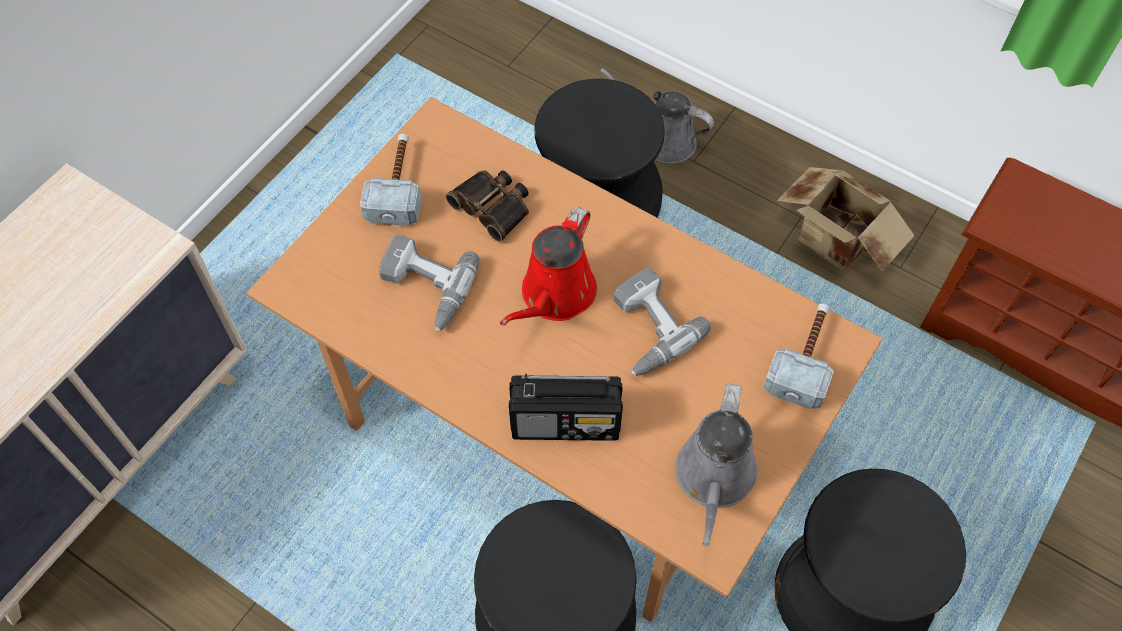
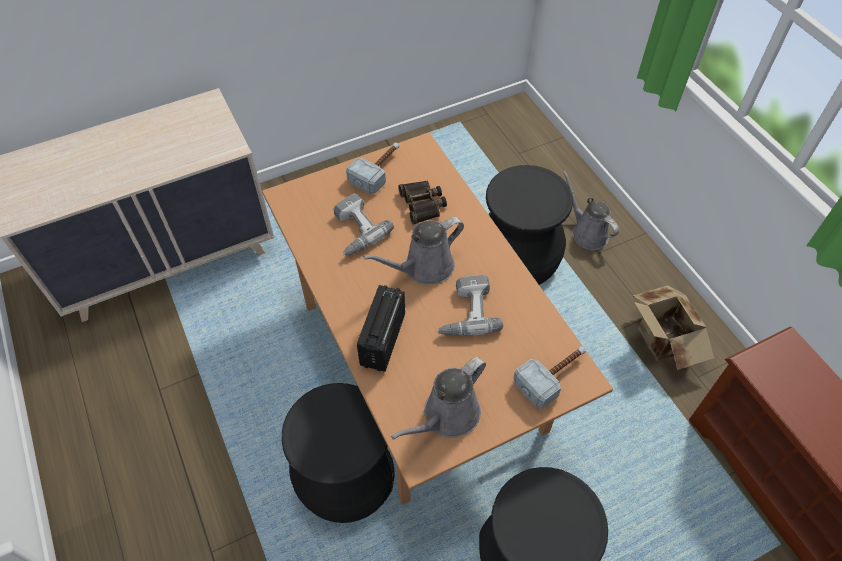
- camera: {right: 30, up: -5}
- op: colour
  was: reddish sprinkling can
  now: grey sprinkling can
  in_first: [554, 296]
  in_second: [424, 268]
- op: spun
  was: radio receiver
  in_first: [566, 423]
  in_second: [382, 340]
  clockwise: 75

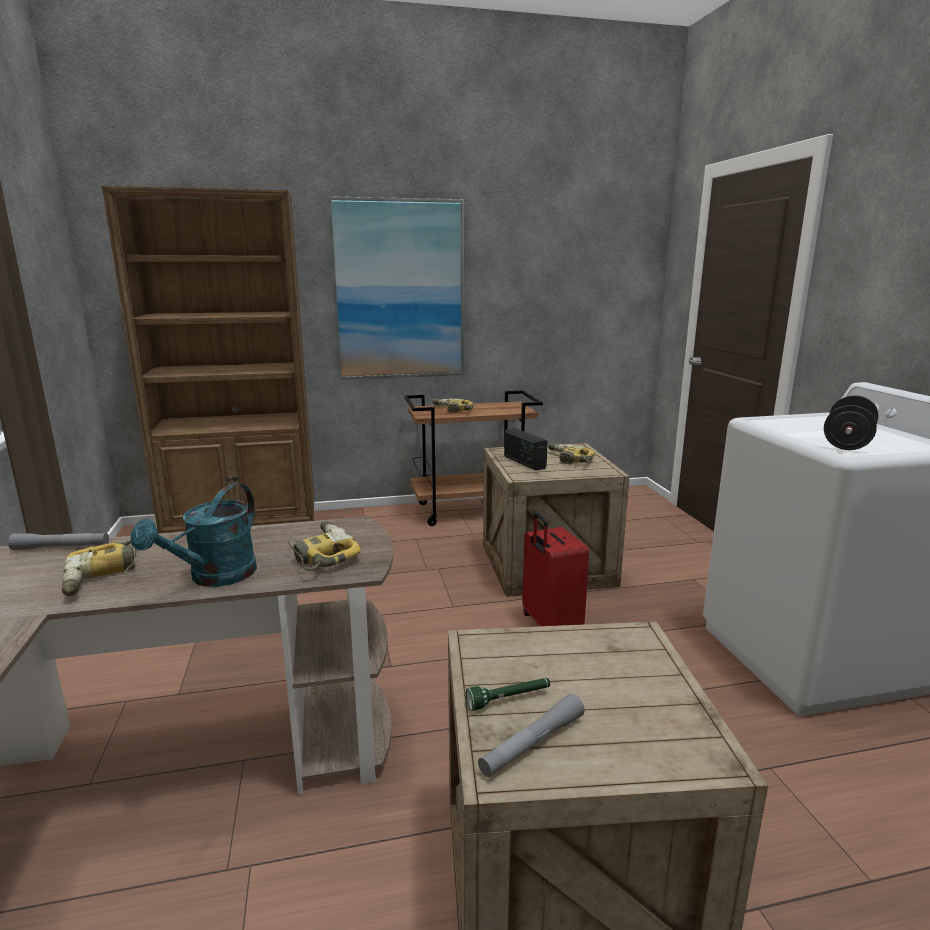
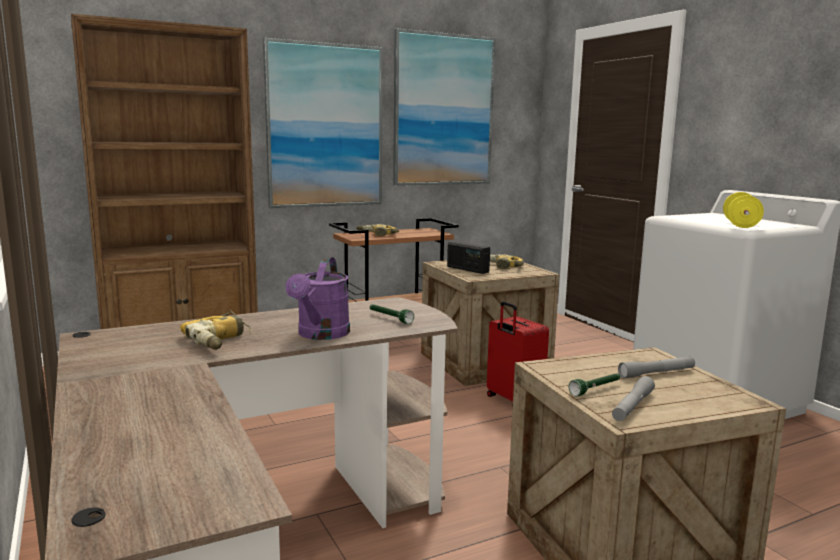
- camera: {right: -15, up: -5}
- op: colour
  was: black-coloured hand weight
  now: yellow hand weight
  in_first: [847, 442]
  in_second: [740, 225]
- op: colour
  was: blue-green sprinkling can
  now: purple-coloured sprinkling can
  in_first: [214, 577]
  in_second: [321, 335]
- op: exchanged
  was: power drill
  now: green hand torch
  in_first: [320, 554]
  in_second: [389, 318]
- op: relocated
  was: grey hand torch
  in_first: [61, 548]
  in_second: [656, 373]
- op: appeared
  now: picture
  in_second: [443, 110]

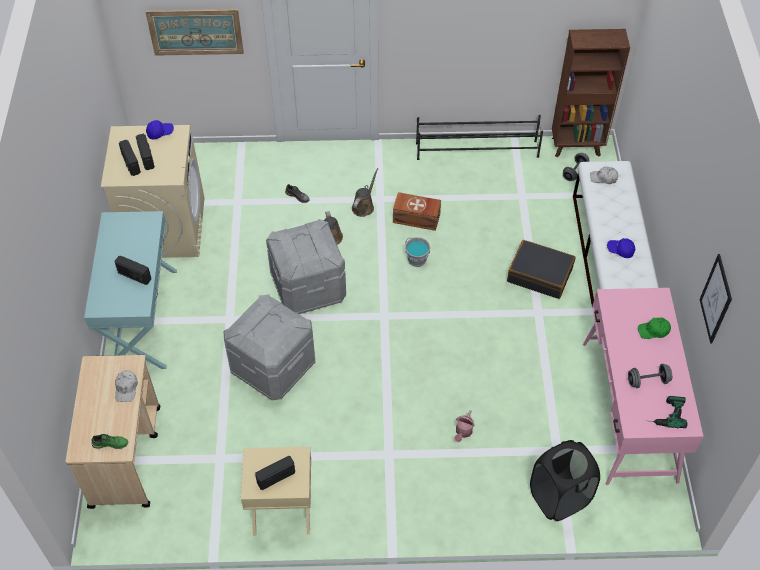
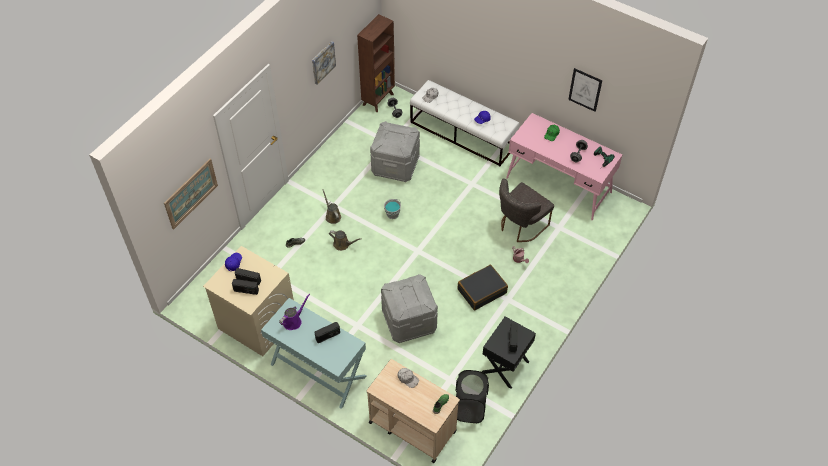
- camera: {right: -55, up: 0}
- op: missing
  was: black-coloured shoe shelf
  in_first: [477, 150]
- op: missing
  was: brownish storage box
  in_first: [417, 219]
- op: relocated
  was: grey storage box
  in_first: [309, 288]
  in_second: [396, 166]
- op: relocated
  was: black-coloured piece of luggage
  in_first: [540, 275]
  in_second: [481, 291]
- op: relocated
  was: black-coloured hamper
  in_first: [559, 498]
  in_second: [470, 408]
- op: colour
  was: beige night table
  now: black-coloured night table
  in_first: [282, 511]
  in_second: [506, 367]
- op: appeared
  now: picture
  in_second: [323, 62]
- op: appeared
  now: grey plain chair
  in_second: [520, 226]
- op: appeared
  now: purple-coloured sprinkling can
  in_second: [293, 321]

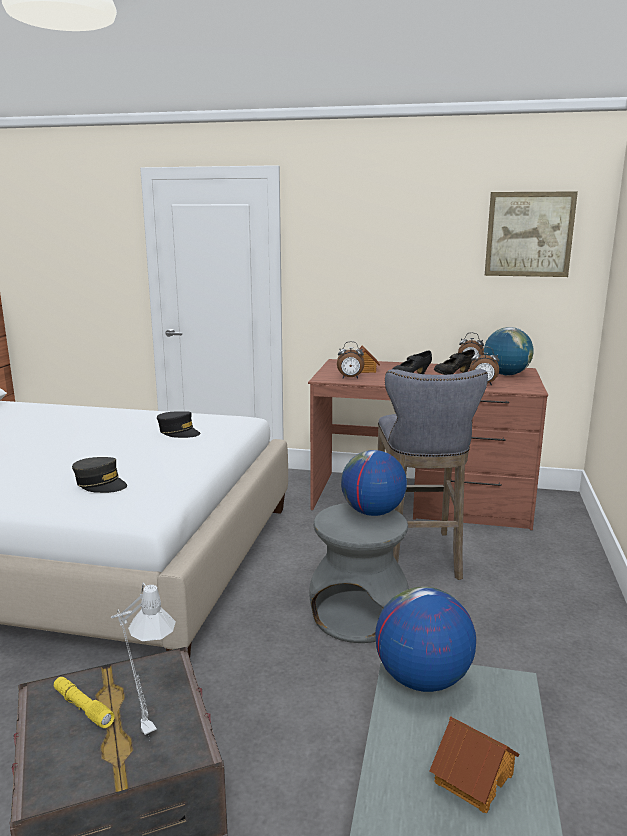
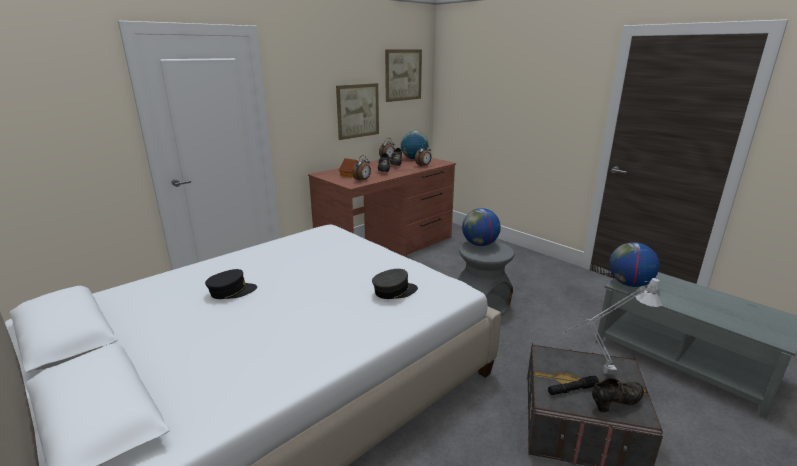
- camera: {right: -55, up: 5}
- op: missing
  was: grey stool seat
  in_first: [418, 558]
- op: relocated
  was: black-coloured baseball cap
  in_first: [178, 432]
  in_second: [232, 291]
- op: colour
  was: yellow hand torch
  now: black-coloured hand torch
  in_first: [83, 707]
  in_second: [572, 390]
- op: missing
  was: model house
  in_first: [472, 777]
- op: appeared
  now: picture
  in_second: [358, 111]
- op: appeared
  now: black-coloured shoe
  in_second: [616, 403]

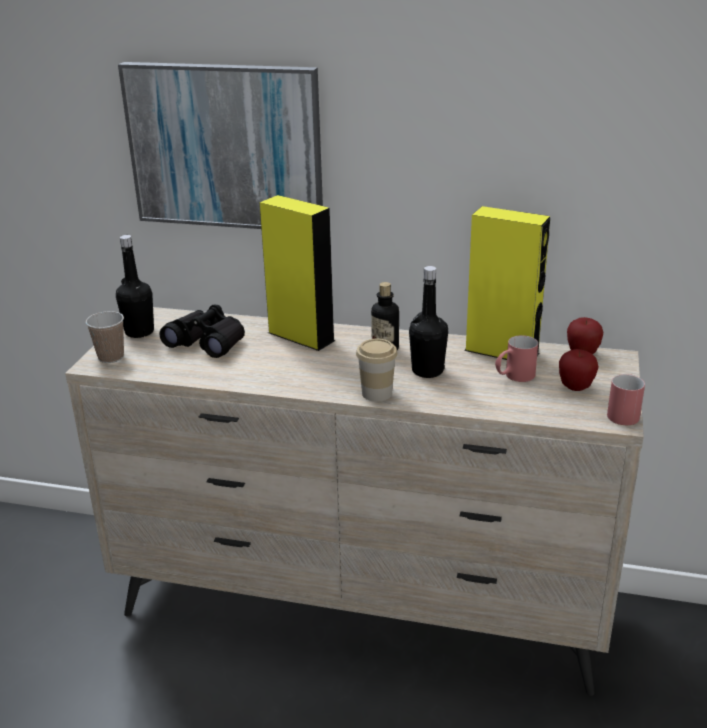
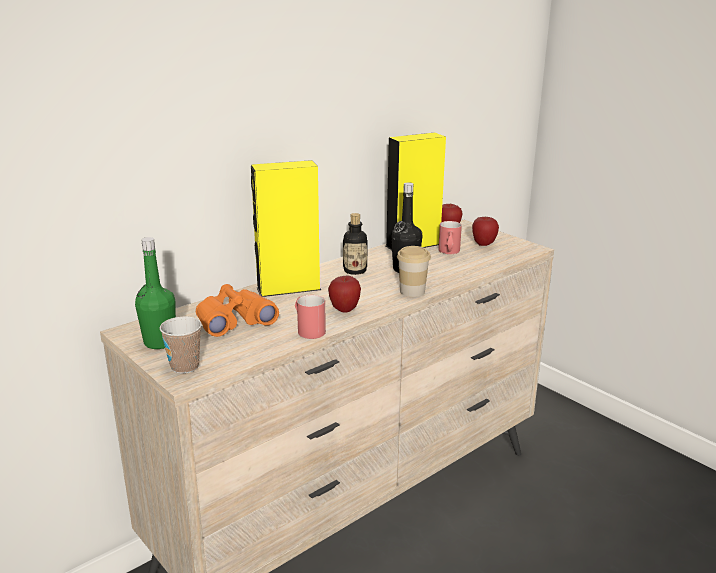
- camera: {right: -55, up: -5}
- op: missing
  was: picture
  in_first: [225, 146]
- op: colour
  was: black-coloured beverage bottle
  now: green beverage bottle
  in_first: [139, 332]
  in_second: [160, 342]
- op: colour
  was: black-coloured binoculars
  now: orange-coloured binoculars
  in_first: [207, 342]
  in_second: [234, 321]
- op: relocated
  was: reddish coffee mug
  in_first: [624, 412]
  in_second: [308, 329]
- op: appeared
  now: apple fruit
  in_second: [344, 309]

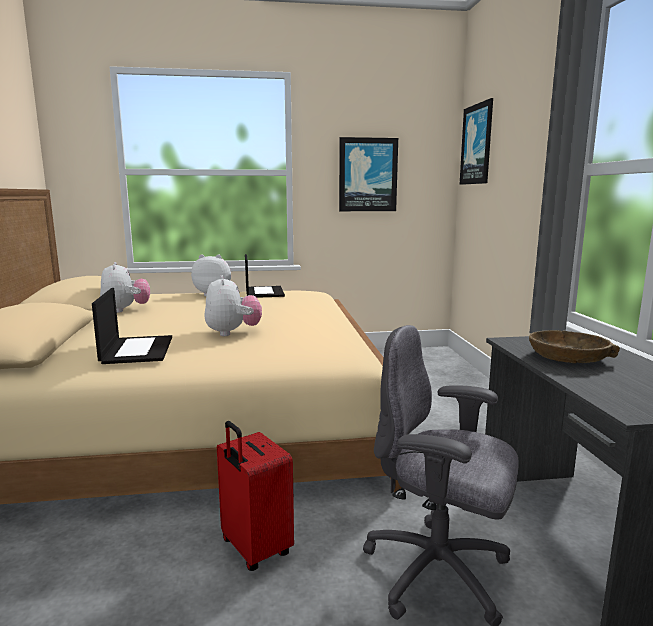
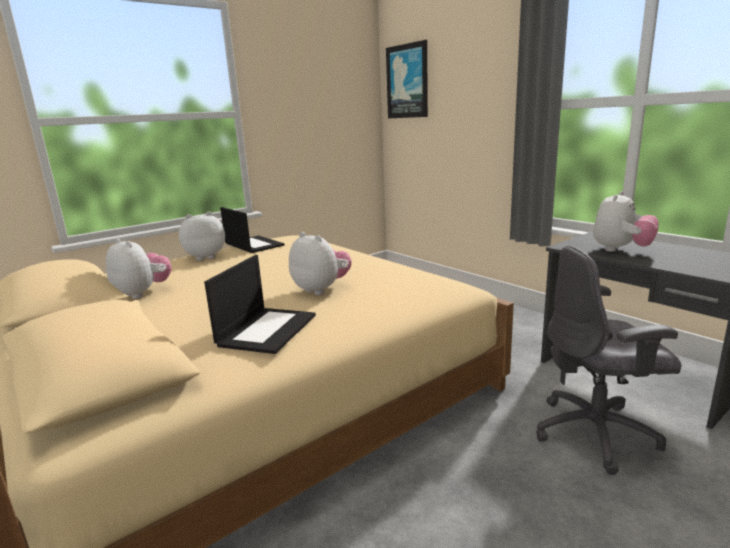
- camera: {right: -30, up: 5}
- op: missing
  was: picture
  in_first: [368, 175]
- op: spun
  was: laptop
  in_first: [137, 350]
  in_second: [267, 329]
  clockwise: 60
- op: exchanged
  was: brownish bowl
  now: soft toy
  in_first: [568, 357]
  in_second: [620, 250]
- op: missing
  was: reddish piece of luggage
  in_first: [254, 549]

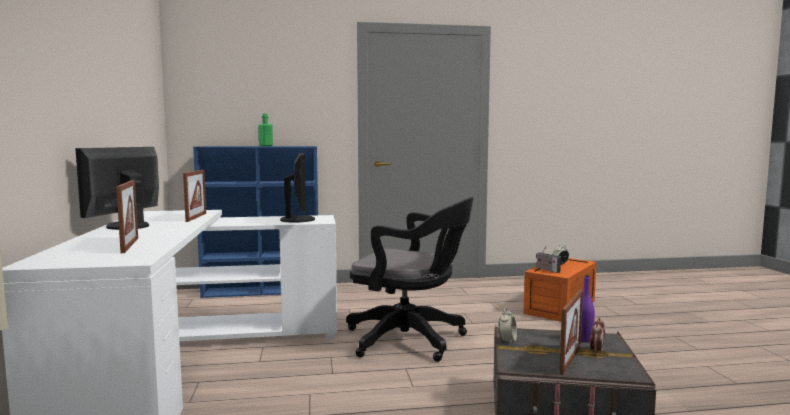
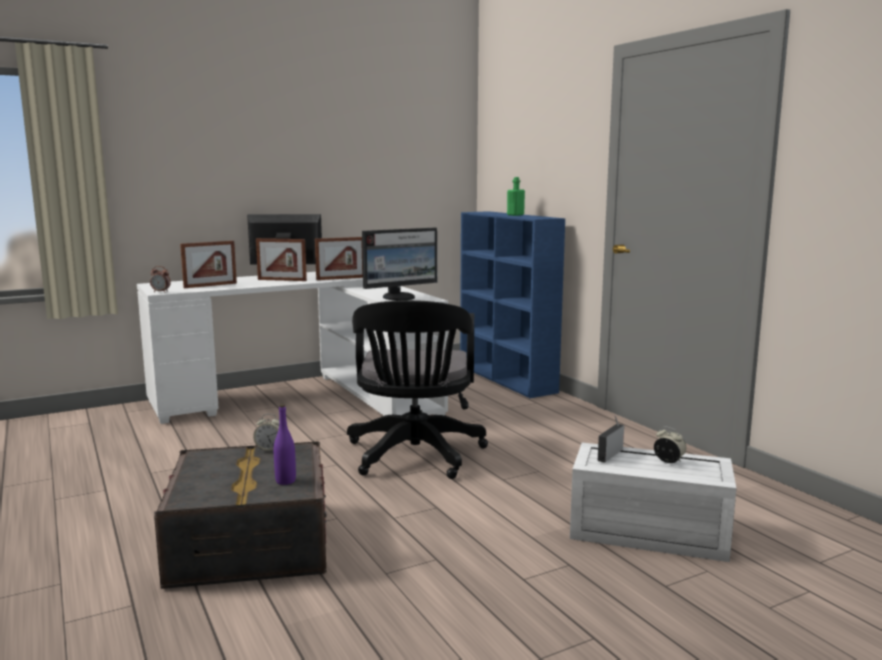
- camera: {right: 70, up: 5}
- op: colour
  was: orange-coloured storage box
  now: whitish storage box
  in_first: [561, 307]
  in_second: [646, 533]
- op: relocated
  was: standing frame
  in_first: [570, 360]
  in_second: [282, 280]
- op: relocated
  was: table clock
  in_first: [596, 351]
  in_second: [161, 292]

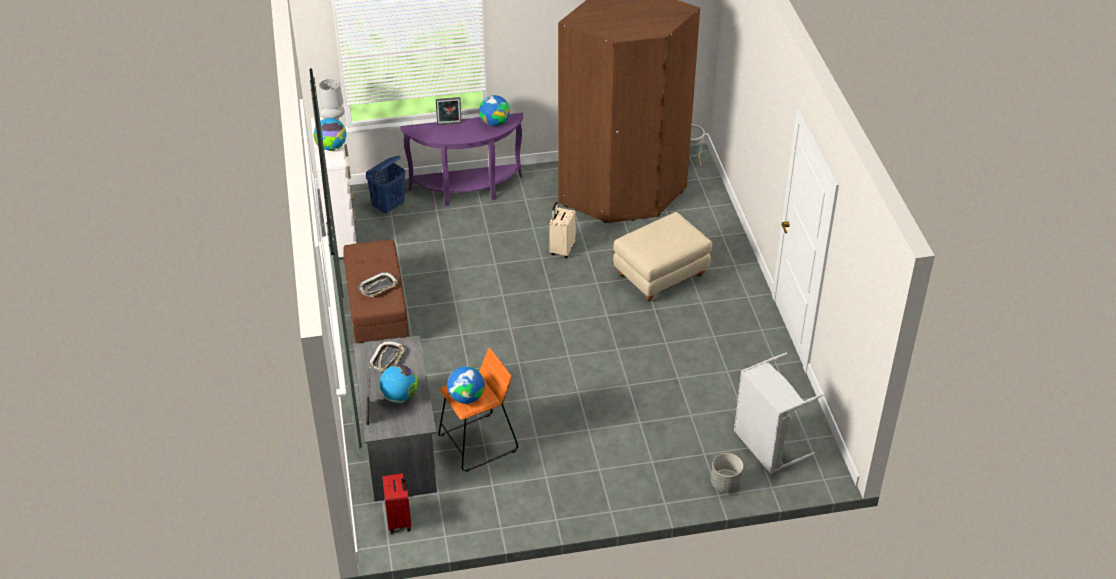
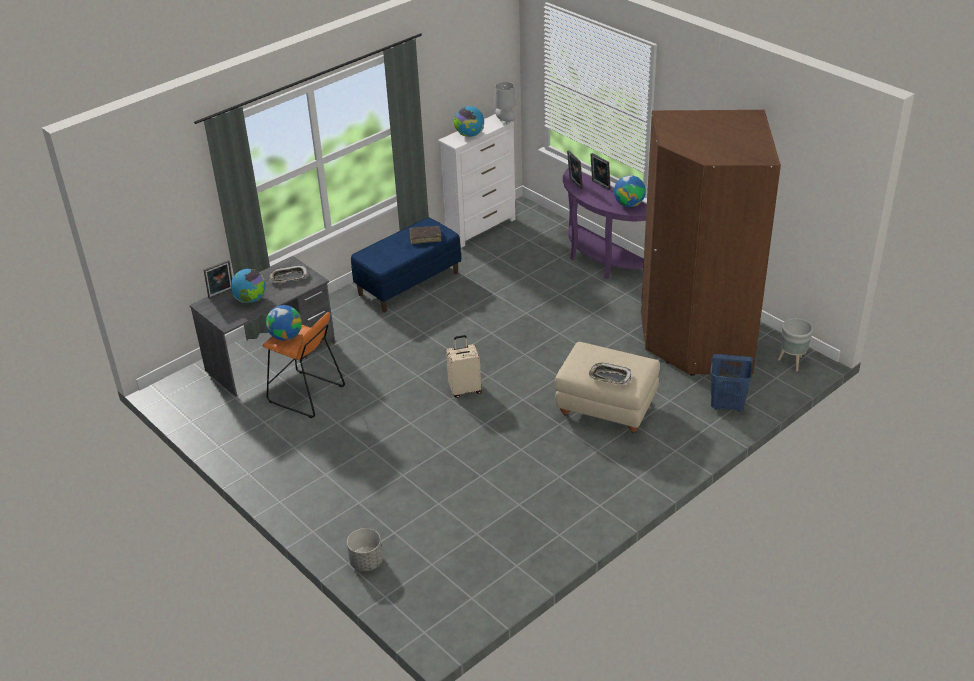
- camera: {right: 60, up: -5}
- op: relocated
  was: bluish hamper
  in_first: [389, 206]
  in_second: [727, 405]
- op: relocated
  was: beige piece of luggage
  in_first: [561, 249]
  in_second: [465, 389]
- op: colour
  was: brownish long seat
  now: bluish long seat
  in_first: [377, 314]
  in_second: [408, 283]
- op: relocated
  was: carrying tray
  in_first: [378, 287]
  in_second: [609, 377]
- op: missing
  was: grey hamper
  in_first: [766, 446]
- op: missing
  was: reddish piece of luggage
  in_first: [400, 520]
- op: appeared
  now: standing frame
  in_second: [574, 184]
- op: appeared
  now: brownish book
  in_second: [425, 237]

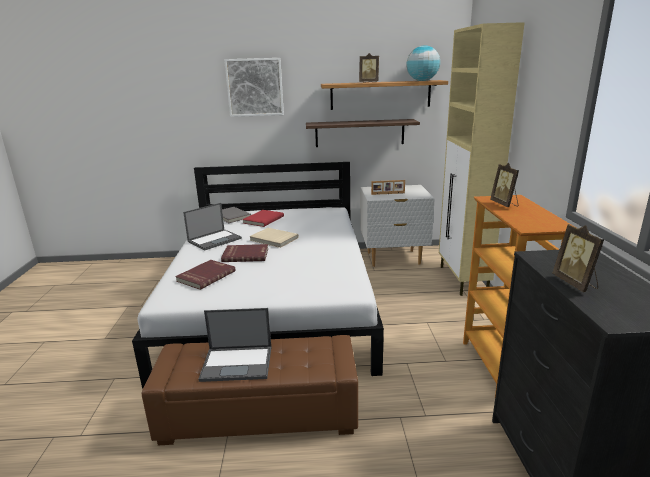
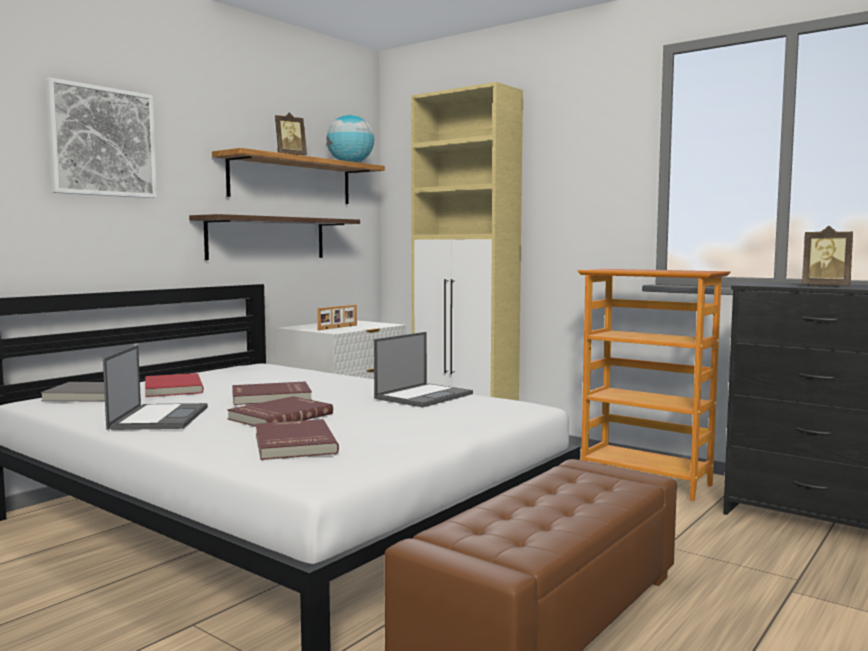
- camera: {right: -50, up: -15}
- op: missing
  was: standing frame
  in_first: [504, 204]
- op: colour
  was: beige book
  now: reddish book
  in_first: [273, 239]
  in_second: [271, 397]
- op: relocated
  was: laptop
  in_first: [238, 363]
  in_second: [424, 396]

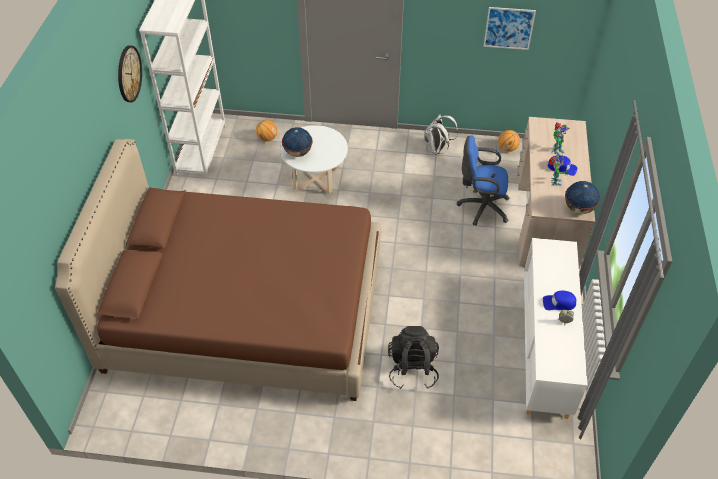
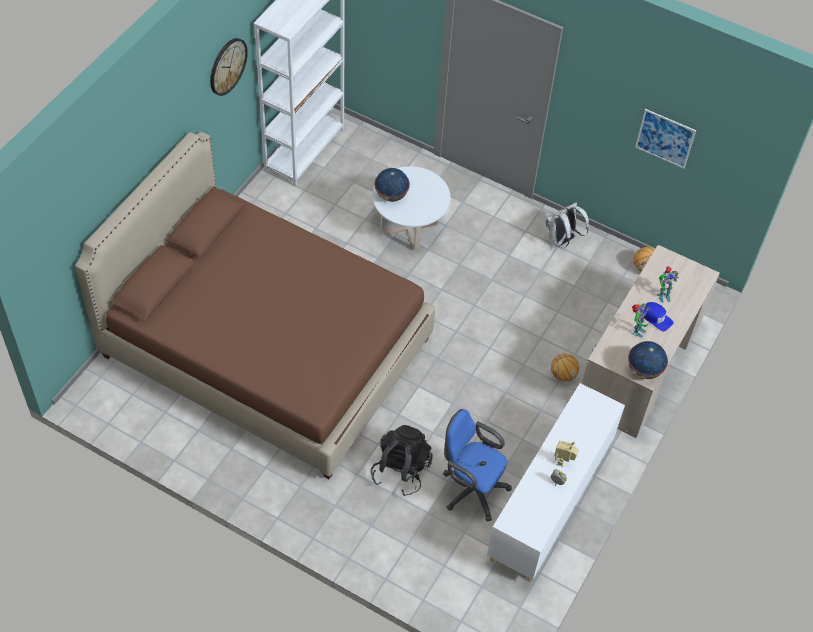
- camera: {right: 20, up: 5}
- op: relocated
  was: basketball
  in_first: [267, 138]
  in_second: [562, 375]
- op: relocated
  was: bluish computer chair
  in_first: [481, 207]
  in_second: [471, 488]
- op: exchanged
  was: bluish baseball cap
  now: model robot
  in_first: [559, 303]
  in_second: [563, 461]

